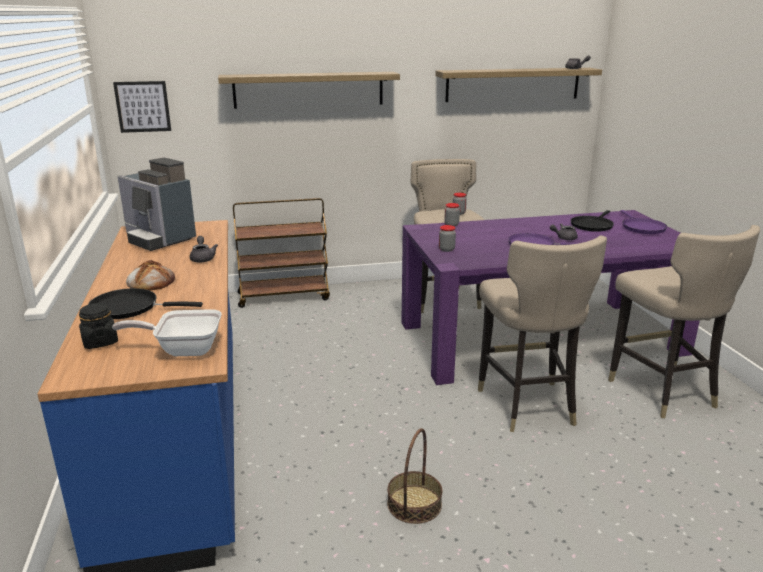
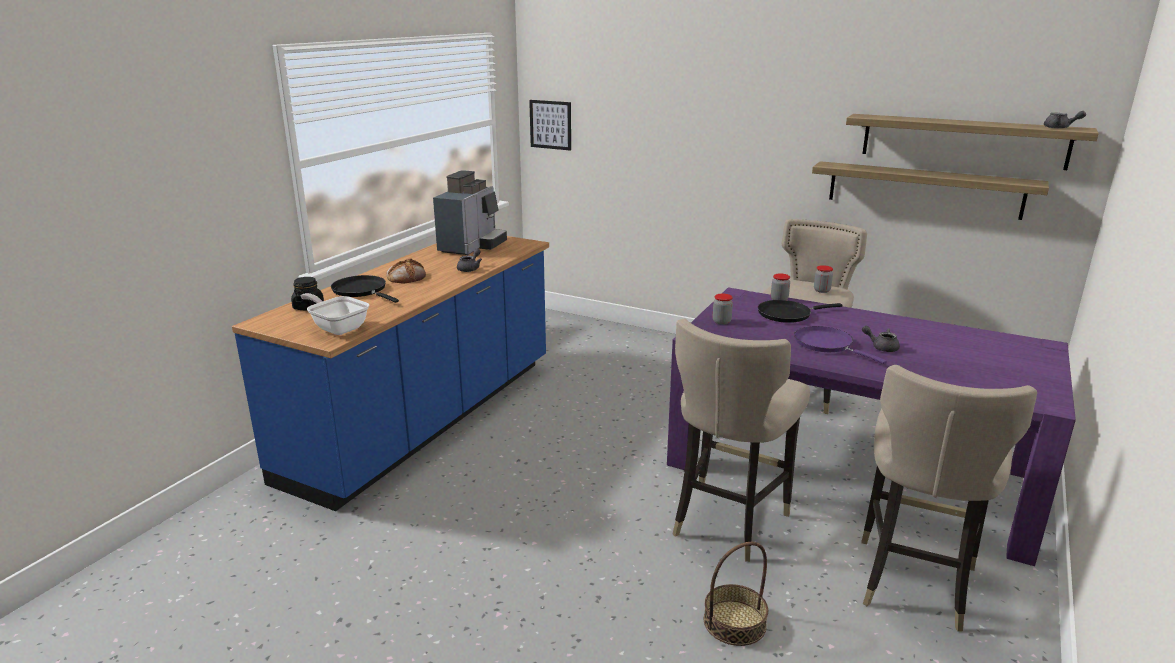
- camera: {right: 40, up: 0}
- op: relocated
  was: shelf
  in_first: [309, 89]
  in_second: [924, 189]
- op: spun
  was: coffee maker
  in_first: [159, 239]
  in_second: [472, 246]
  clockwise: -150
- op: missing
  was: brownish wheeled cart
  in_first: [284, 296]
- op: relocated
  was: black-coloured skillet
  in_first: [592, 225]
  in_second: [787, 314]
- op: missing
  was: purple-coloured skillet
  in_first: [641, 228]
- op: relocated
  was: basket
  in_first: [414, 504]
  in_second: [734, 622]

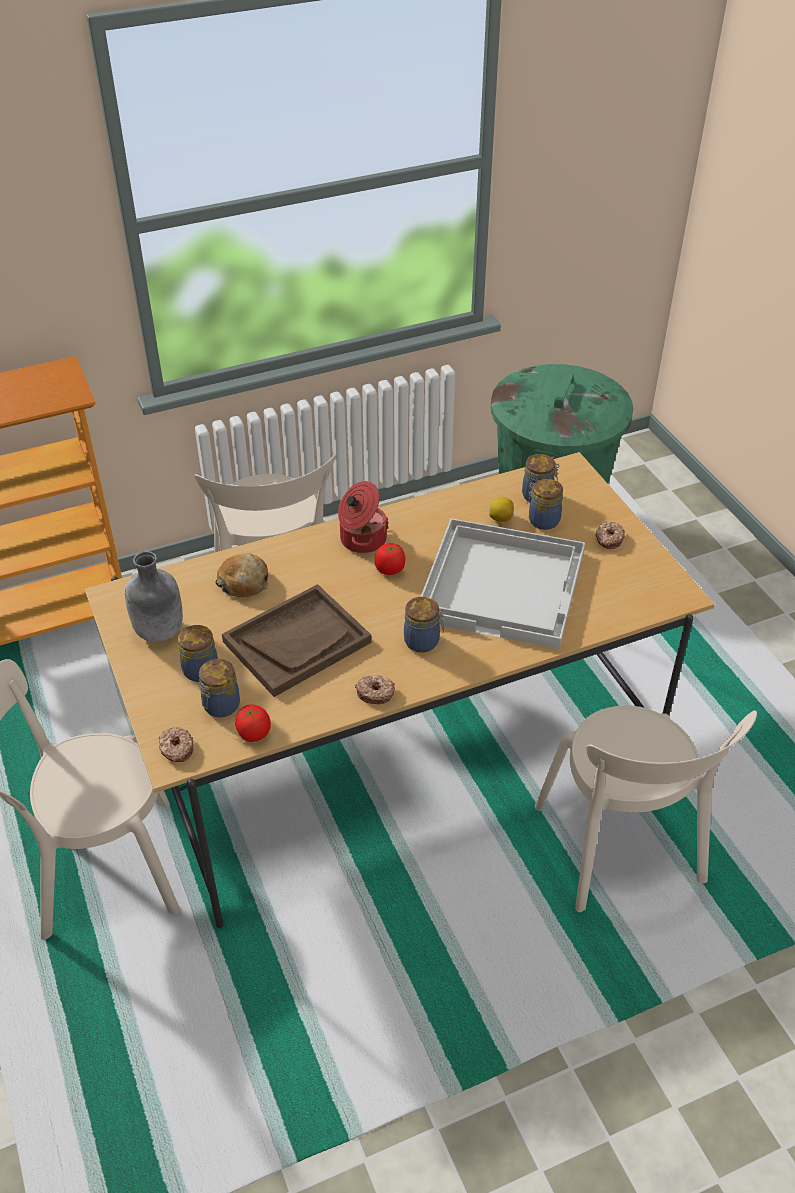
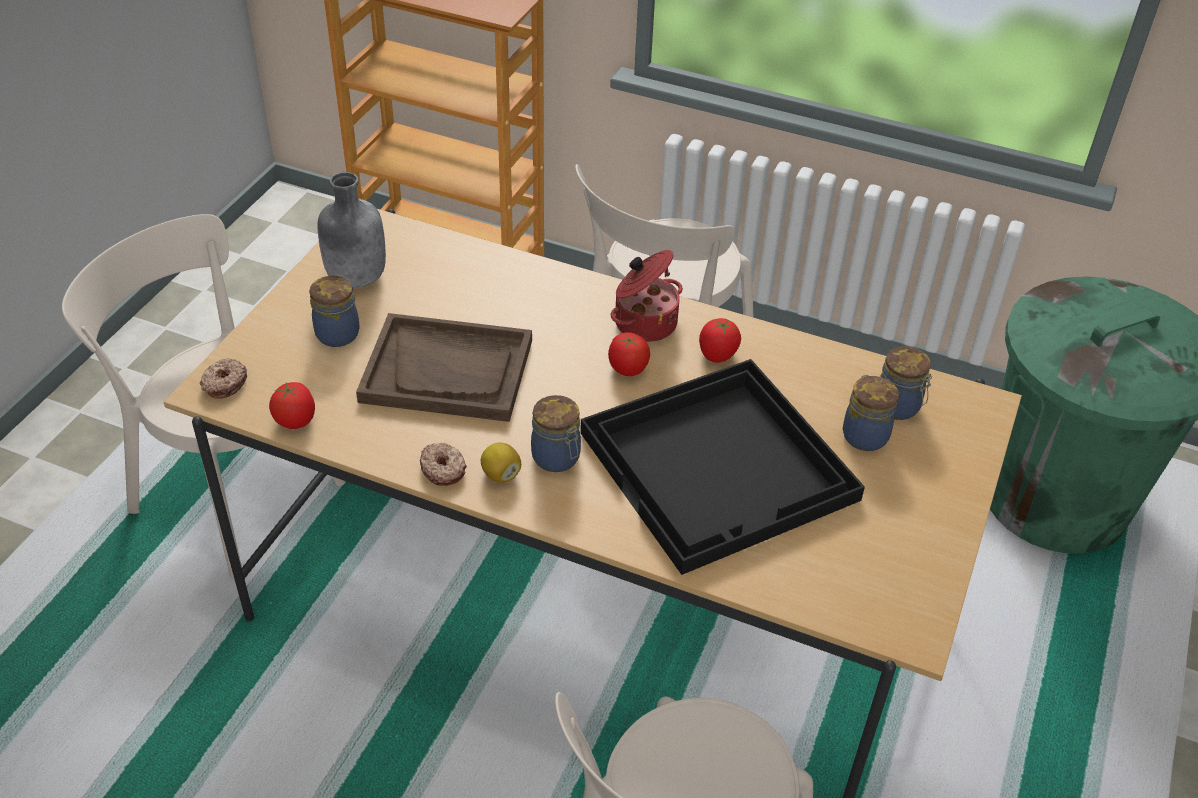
- camera: {right: 45, up: 0}
- op: relocated
  was: whole lemon
  in_first: [501, 518]
  in_second: [501, 474]
- op: colour
  was: whitish carrying tray
  now: black-coloured carrying tray
  in_first: [503, 584]
  in_second: [721, 466]
- op: missing
  was: doughnut
  in_first: [608, 539]
- op: missing
  was: baked bread
  in_first: [244, 582]
- op: missing
  was: preserve jar
  in_first: [220, 706]
- op: appeared
  now: whole tomato
  in_second: [717, 355]

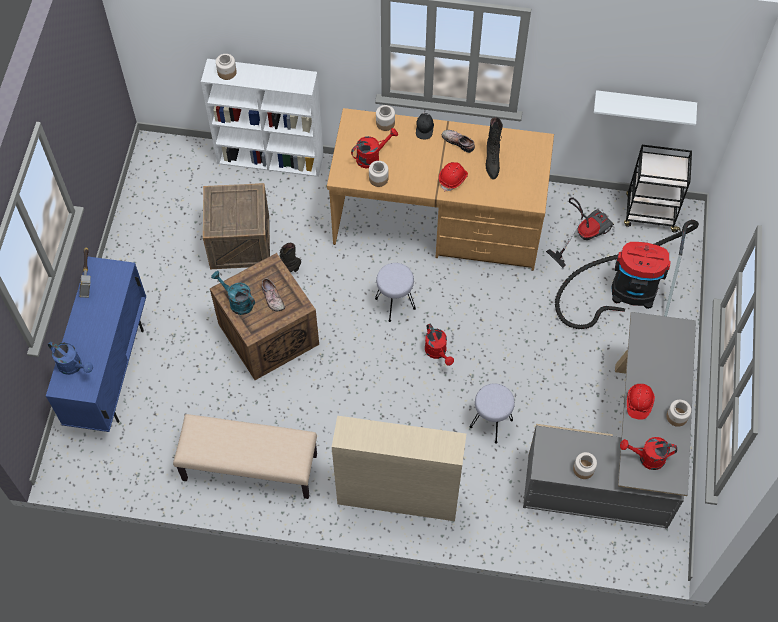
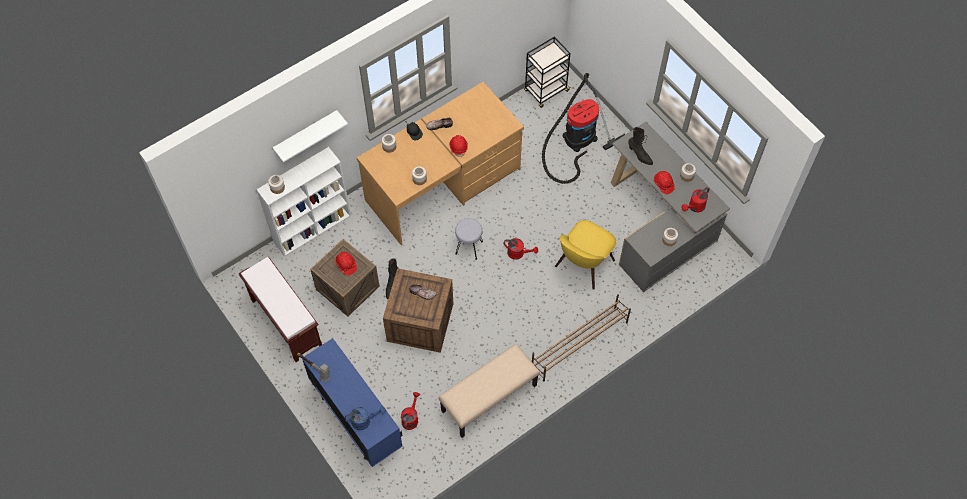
- camera: {right: -45, up: 0}
- op: relocated
  was: whitish shelf
  in_first: [643, 105]
  in_second: [306, 135]
- op: relocated
  was: black-coloured tall boot
  in_first: [492, 161]
  in_second: [639, 155]
- op: relocated
  was: reddish sprinkling can
  in_first: [372, 157]
  in_second: [411, 418]
- op: missing
  was: hoover
  in_first: [582, 235]
- op: missing
  was: blue-green sprinkling can
  in_first: [237, 302]
- op: exchanged
  was: grey stool seat
  now: yellow plain chair
  in_first: [490, 423]
  in_second: [583, 265]
- op: exchanged
  was: beige bookcase
  now: brownish shoe shelf
  in_first: [396, 498]
  in_second: [579, 344]
- op: appeared
  now: reddish work helmet
  in_second: [346, 265]
- op: appeared
  now: brownish long seat
  in_second: [285, 322]

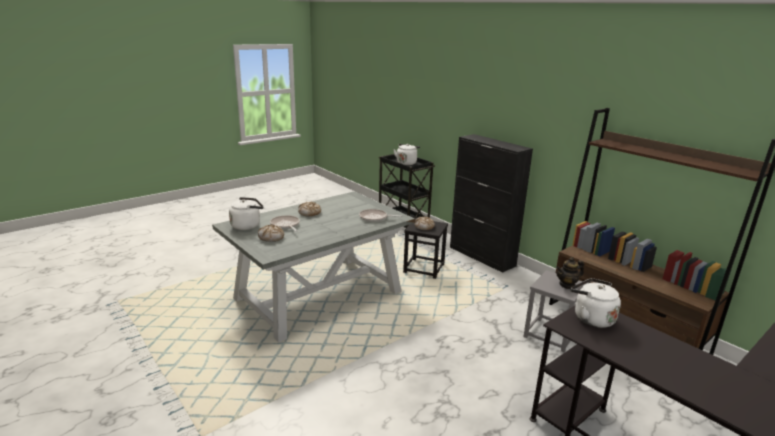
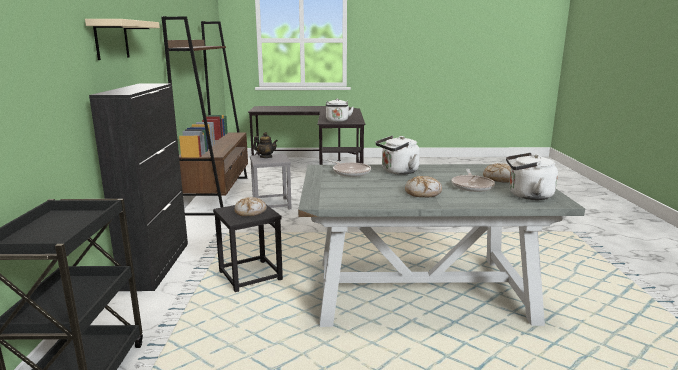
- camera: {right: -140, up: -5}
- op: relocated
  was: whitish kettle
  in_first: [406, 163]
  in_second: [398, 172]
- op: appeared
  now: beige shelf
  in_second: [111, 39]

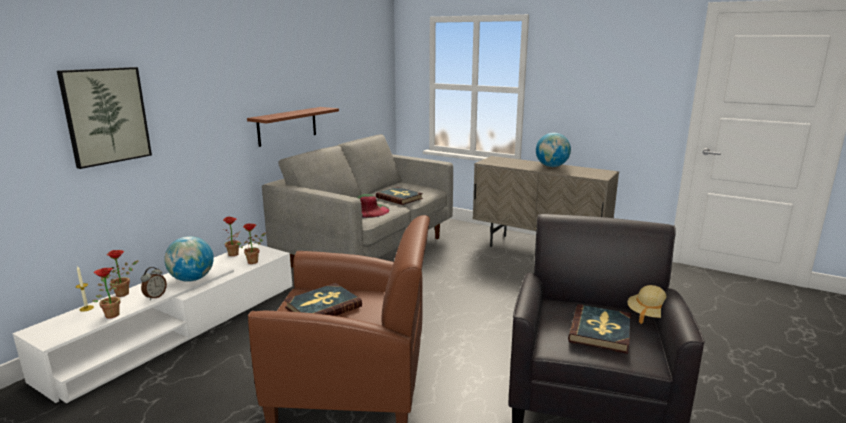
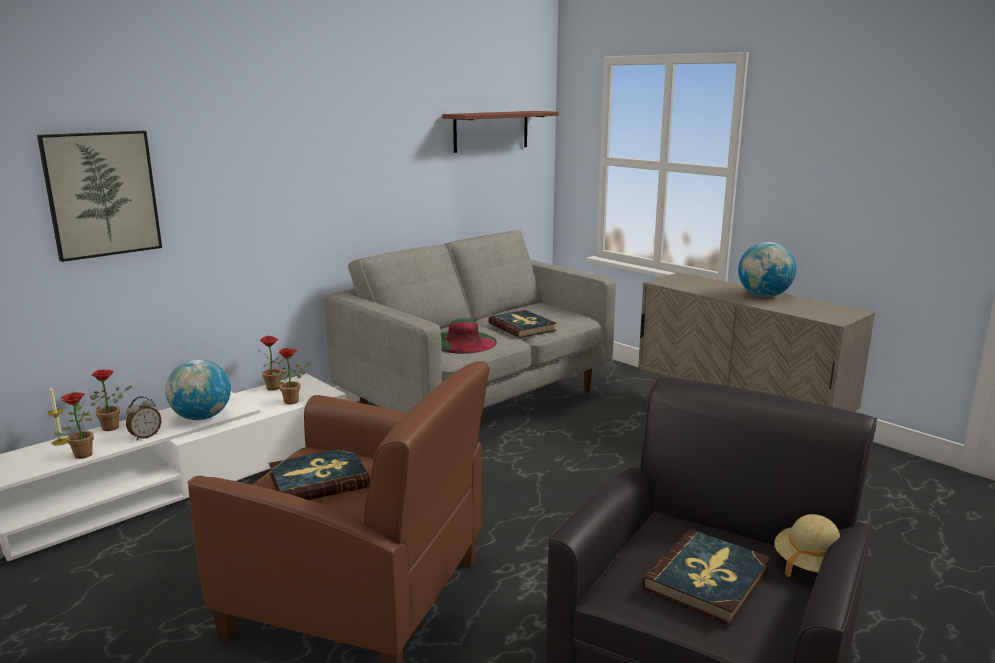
- camera: {right: 15, up: 0}
- op: relocated
  was: brownish shelf
  in_first: [287, 126]
  in_second: [491, 131]

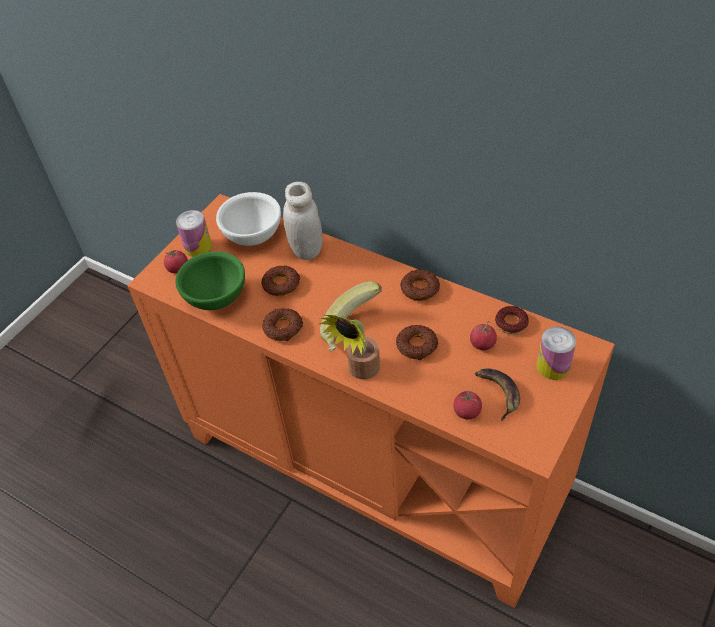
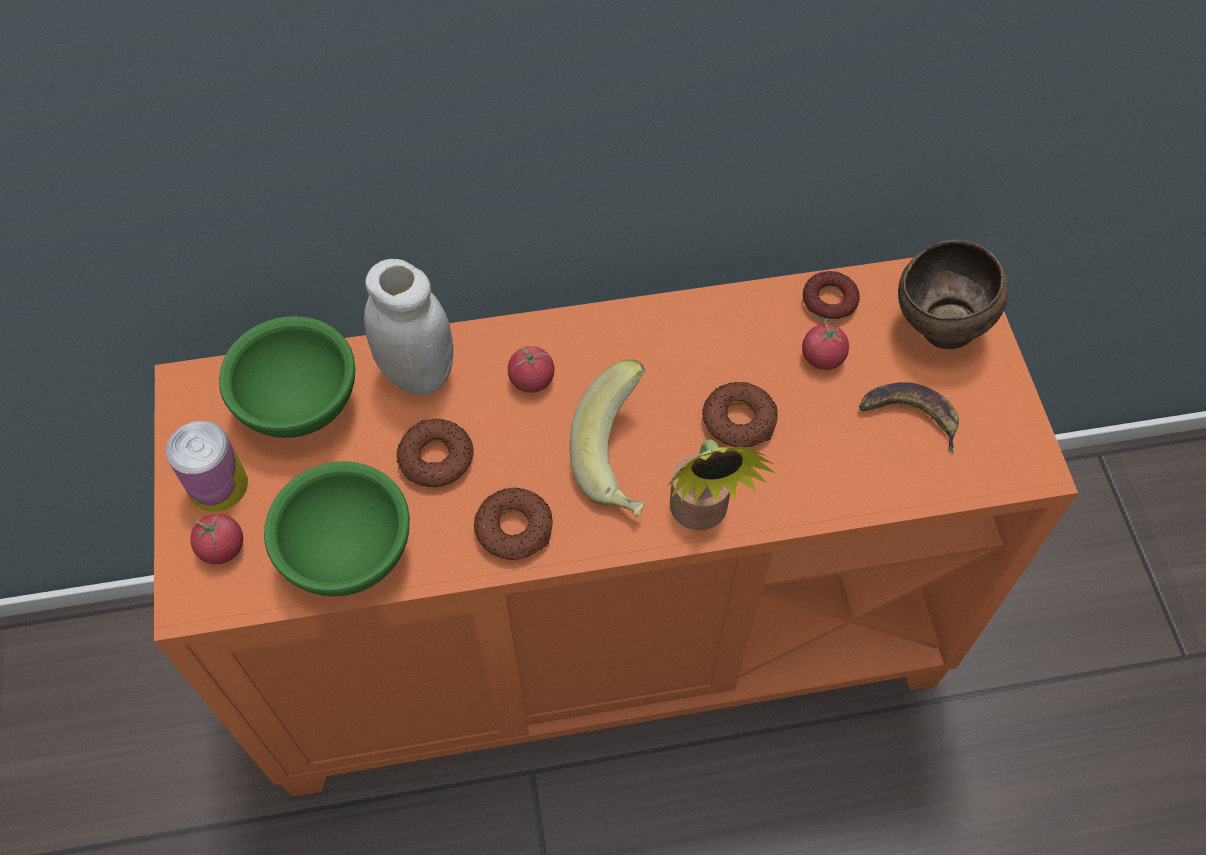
- camera: {right: -45, up: 10}
- op: colour
  was: whitish bowl
  now: green bowl
  in_first: [254, 235]
  in_second: [300, 403]
- op: missing
  was: doughnut
  in_first: [420, 288]
- op: exchanged
  was: metal can
  now: brownish bowl
  in_first: [553, 366]
  in_second: [939, 330]
- op: relocated
  was: whole tomato
  in_first: [467, 411]
  in_second: [531, 380]

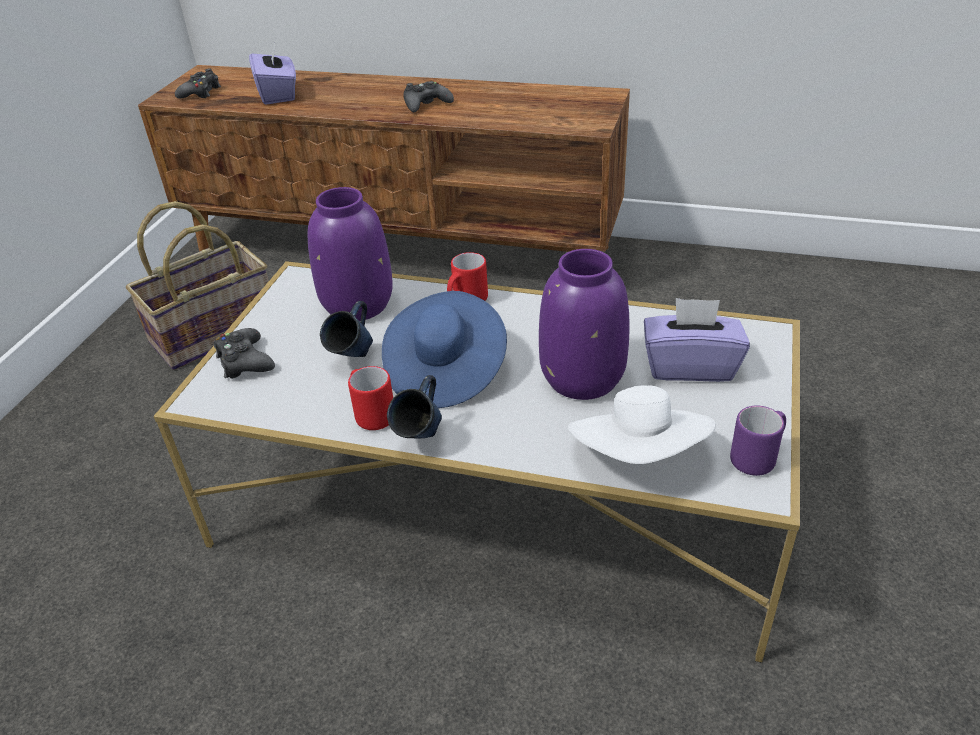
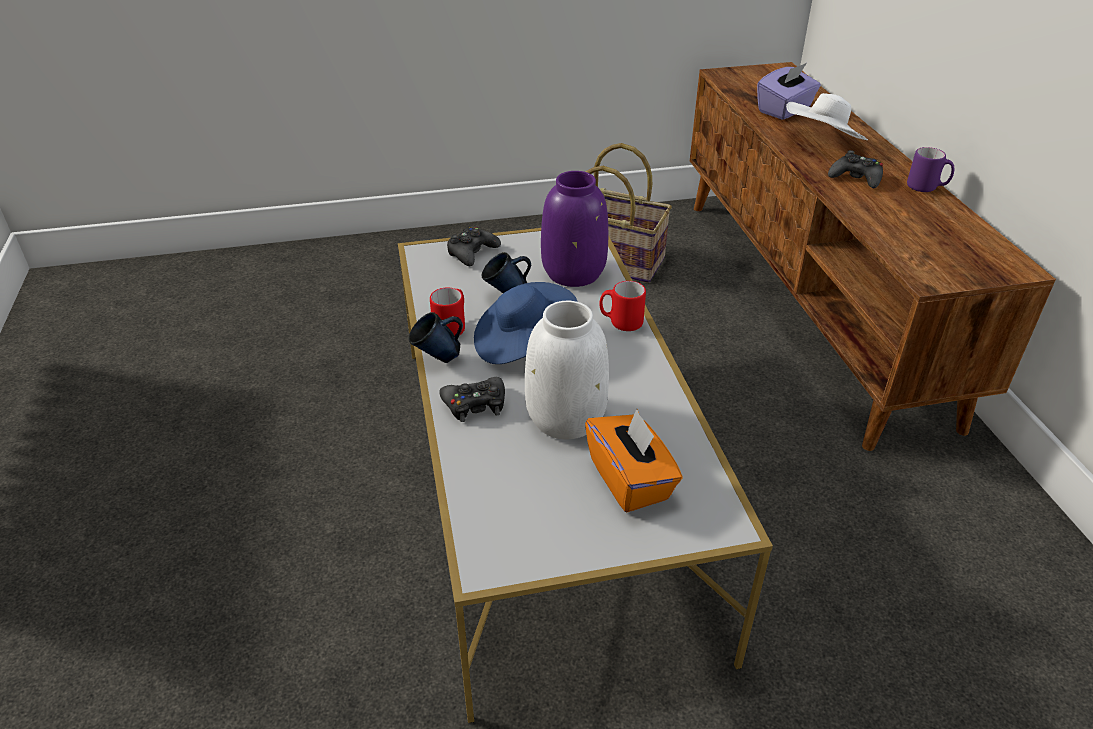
- camera: {right: 60, up: 0}
- op: relocated
  was: black-coloured game controller
  in_first: [200, 92]
  in_second: [475, 405]
- op: colour
  was: purple-coloured flower vase
  now: whitish flower vase
  in_first: [583, 378]
  in_second: [566, 419]
- op: colour
  was: purple-coloured tissue holder
  now: orange-coloured tissue holder
  in_first: [690, 366]
  in_second: [630, 480]
- op: relocated
  was: whitish wearable hat
  in_first: [640, 456]
  in_second: [822, 143]
- op: relocated
  was: purple-coloured coffee mug
  in_first: [758, 458]
  in_second: [926, 188]

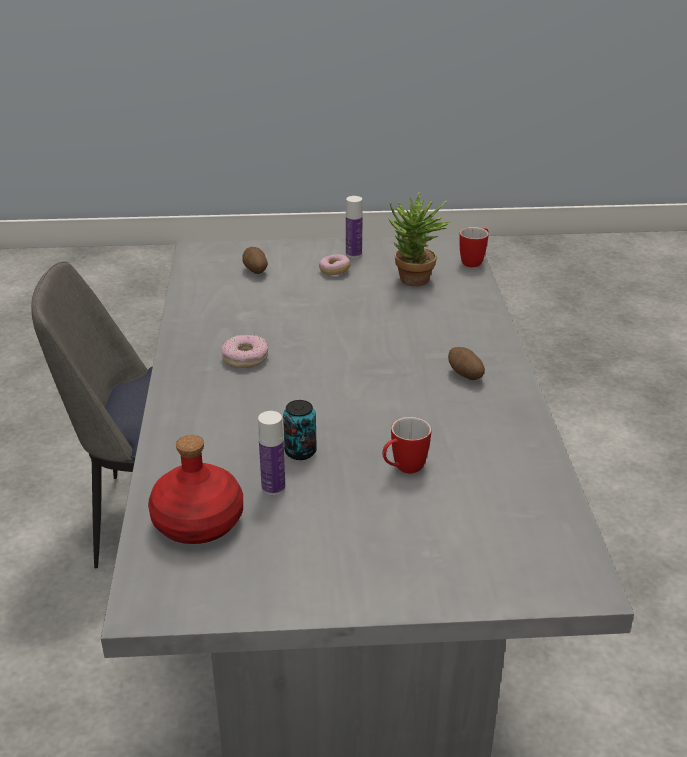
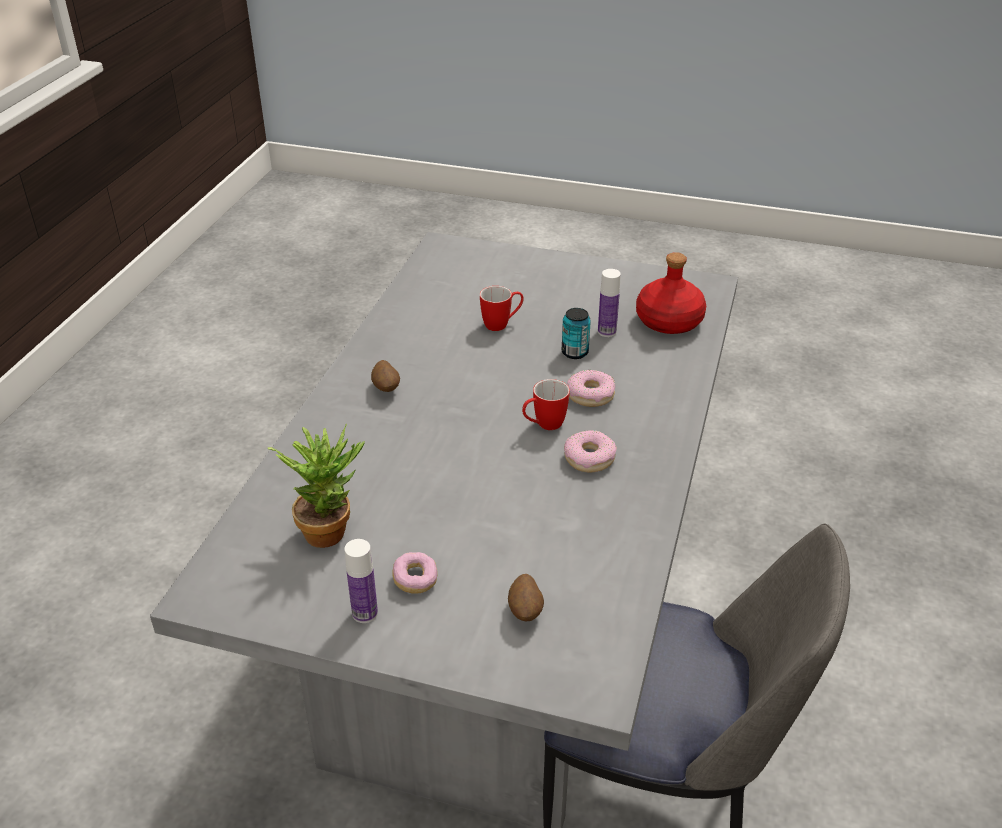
- camera: {right: -160, up: 5}
- op: relocated
  was: coffee mug
  in_first: [474, 261]
  in_second: [543, 425]
- op: appeared
  now: doughnut
  in_second: [590, 395]

